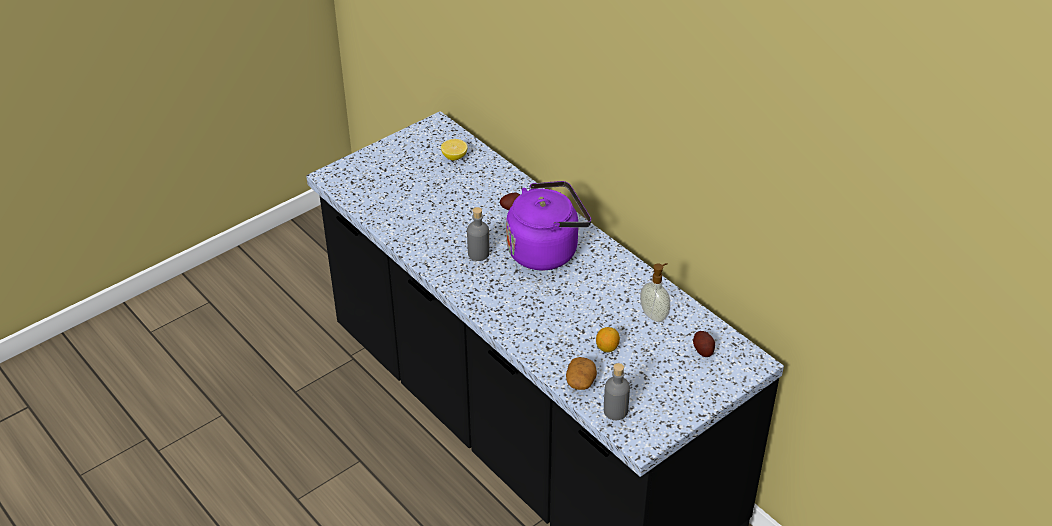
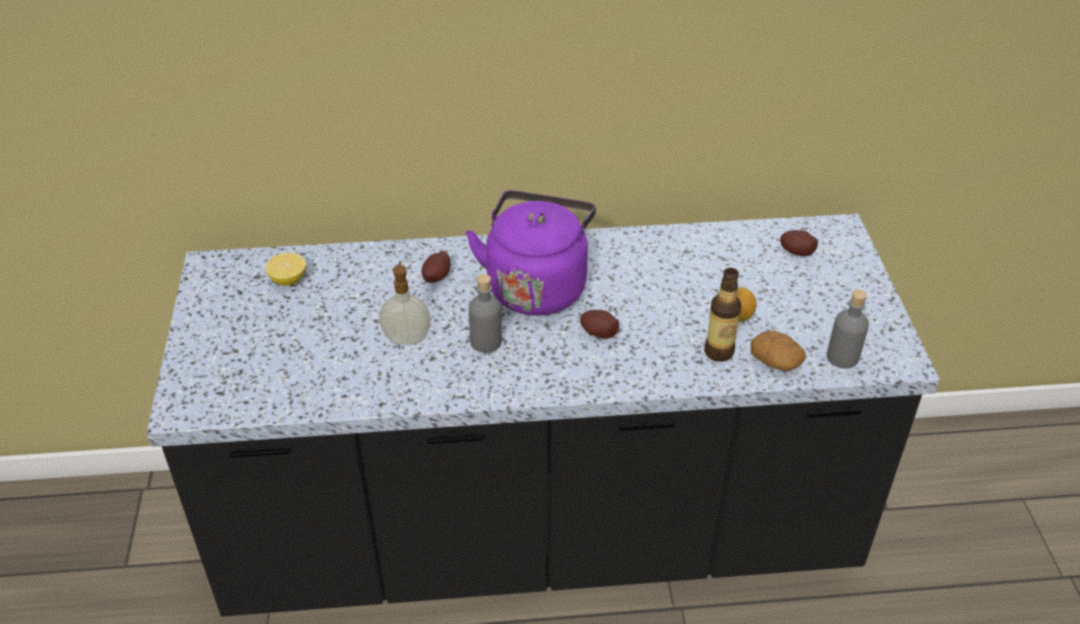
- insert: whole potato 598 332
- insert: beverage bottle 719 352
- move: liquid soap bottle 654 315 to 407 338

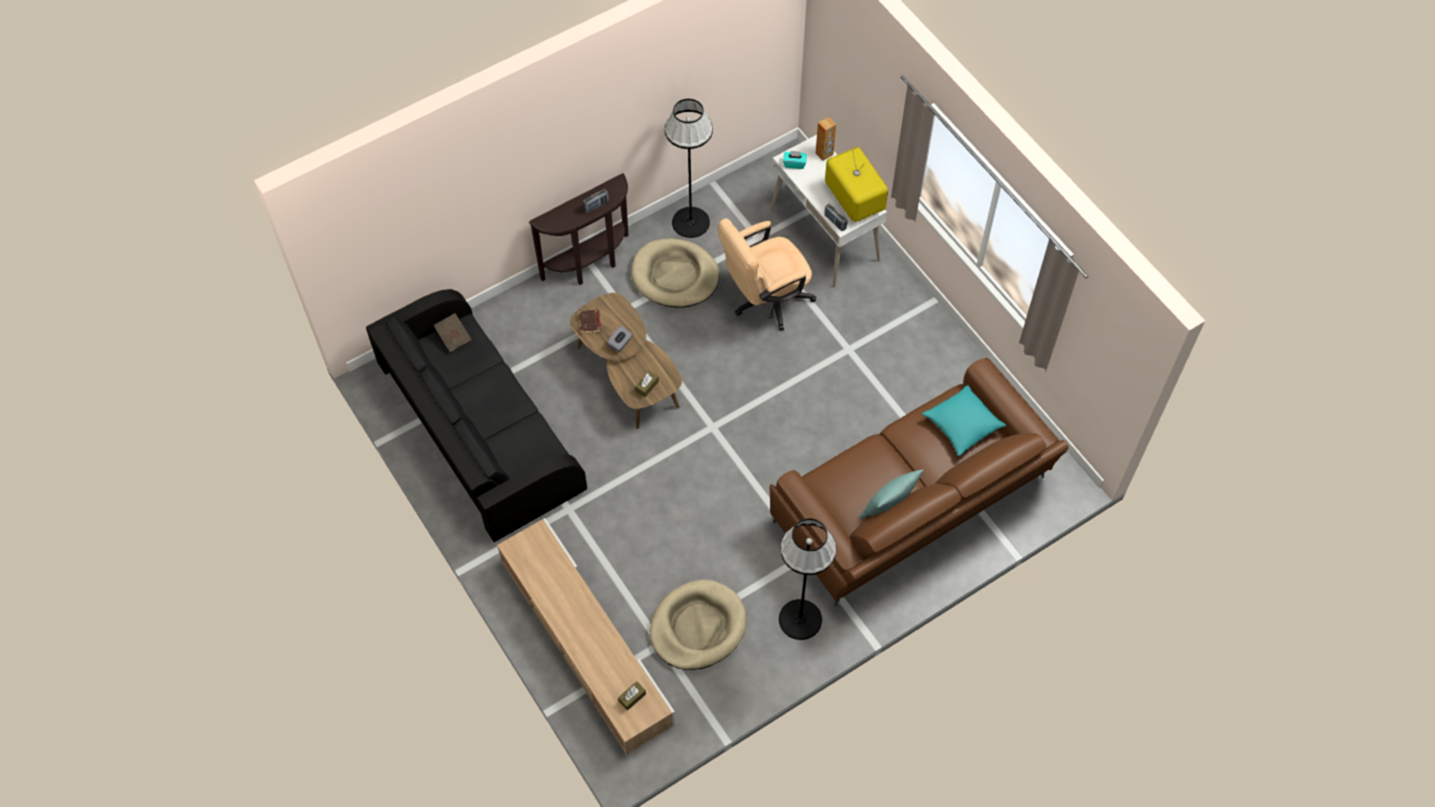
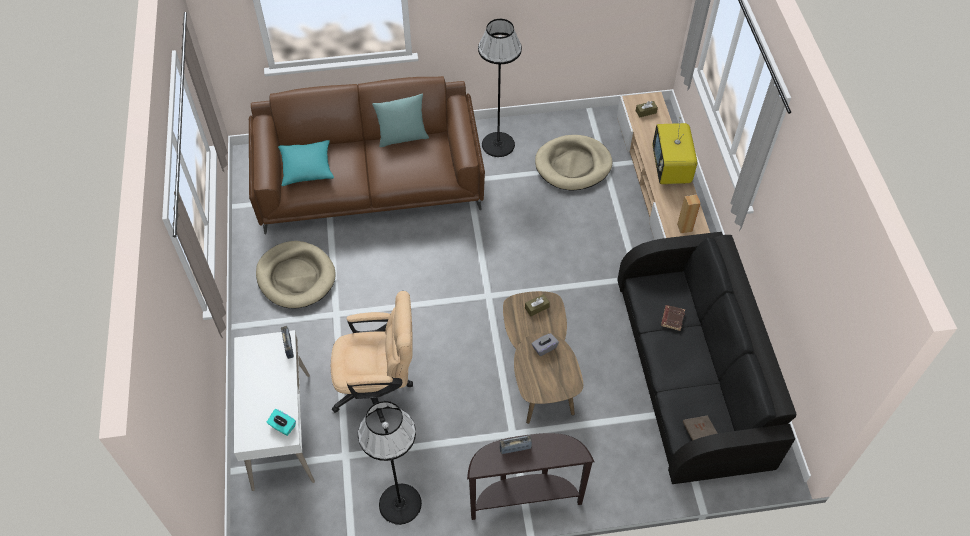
- move: bound book/brown-coloured 591 323 to 672 318
- move: dog bed/sand-coloured 675 276 to 296 277
- move: loudspeaker/brown-coloured 824 154 to 684 227
- move: TV 853 200 to 670 169

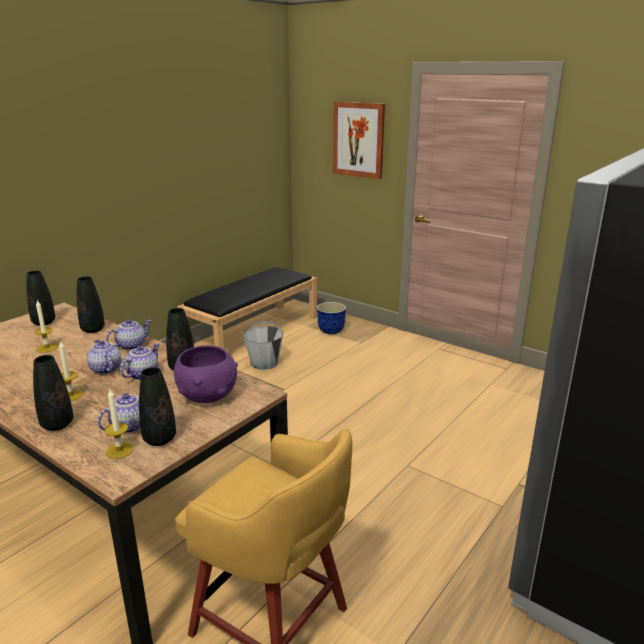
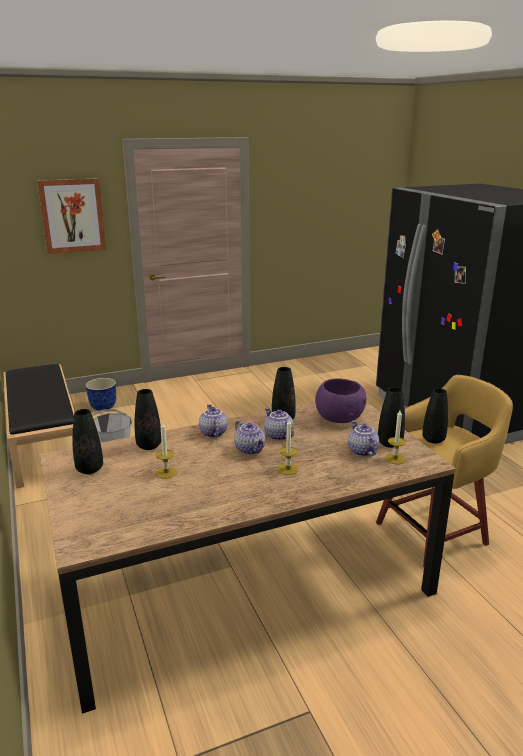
- move: flower vase/black 57 425 to 433 439
- rotate: pot for tea 105 369 = 250 449 120 degrees counterclockwise

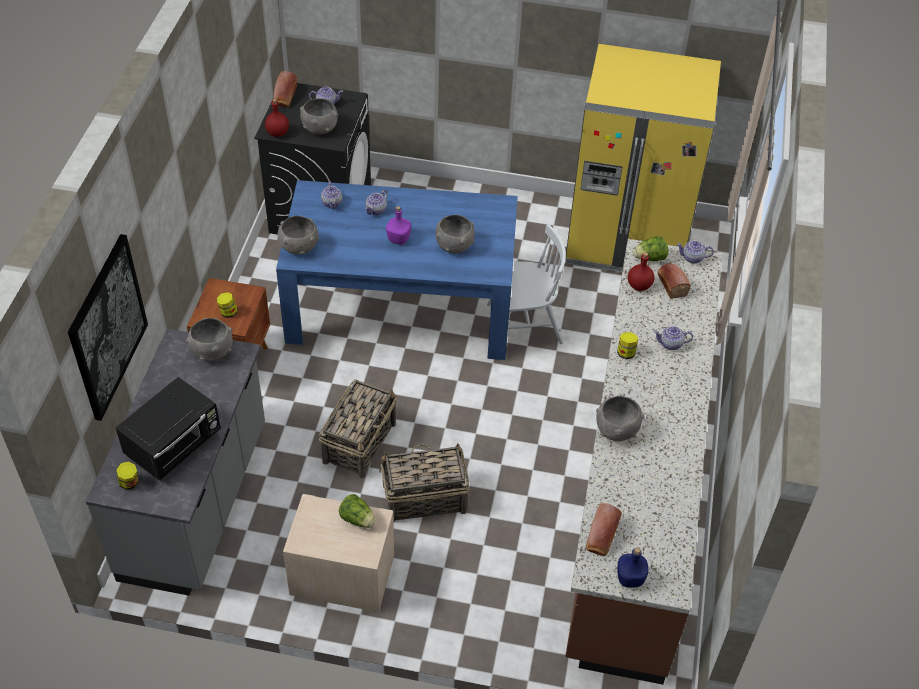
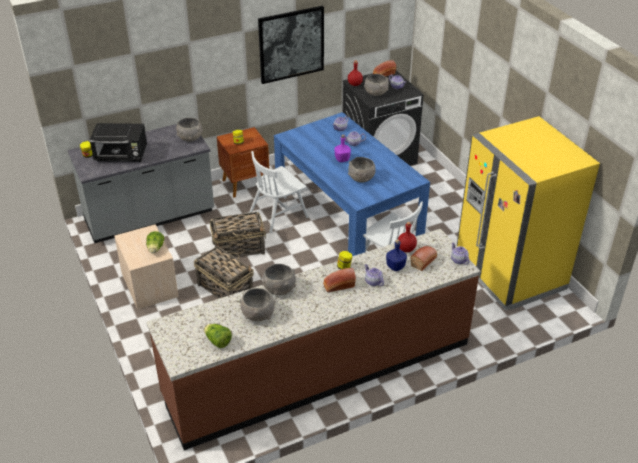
- insert: plain chair/white-coloured 278 215
- move: picture 107 327 to 291 44
- move: deep dish/grey 299 247 to 258 315
- move: bakery bread 601 537 to 338 285
- move: beverage bottle/blue 629 579 to 395 266
- move: lettuce 650 258 to 218 341

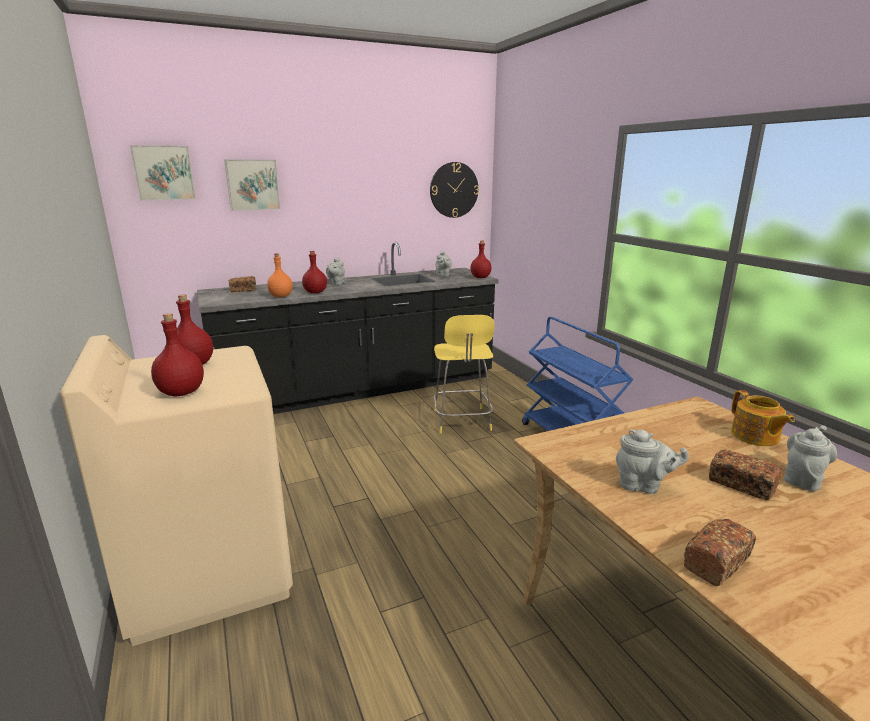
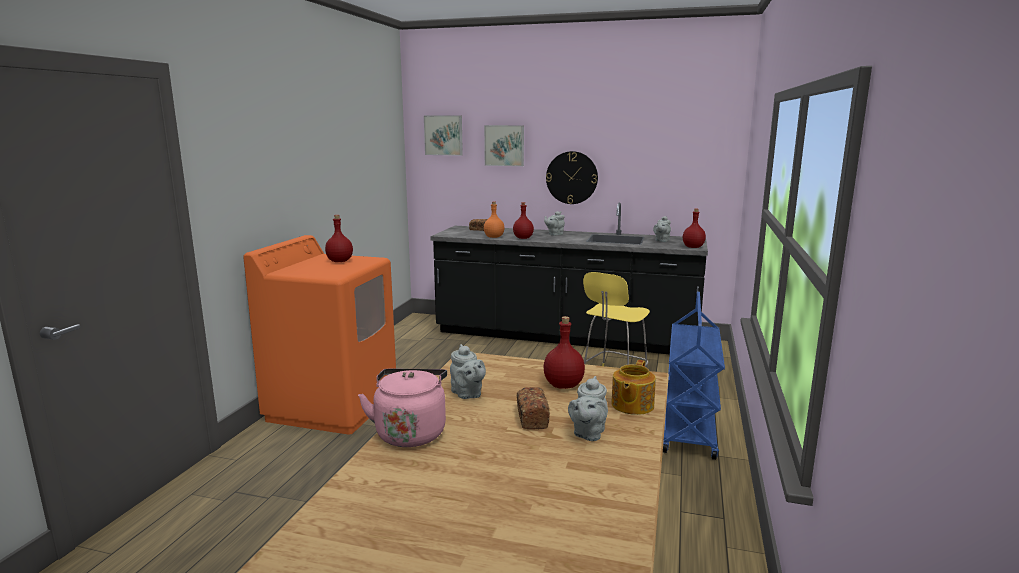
- move: beverage bottle/reddish 182 392 to 564 385
- move: clock on the wall 454 190 to 571 177
- replace: bakery bread 716 562 to kettle/pinkish 411 432
- recolor: laundry machine/sand-coloured 210 571 to laundry machine/orangey 333 406
- rotate: pot for tea/grey 803 479 = 588 433 120 degrees clockwise

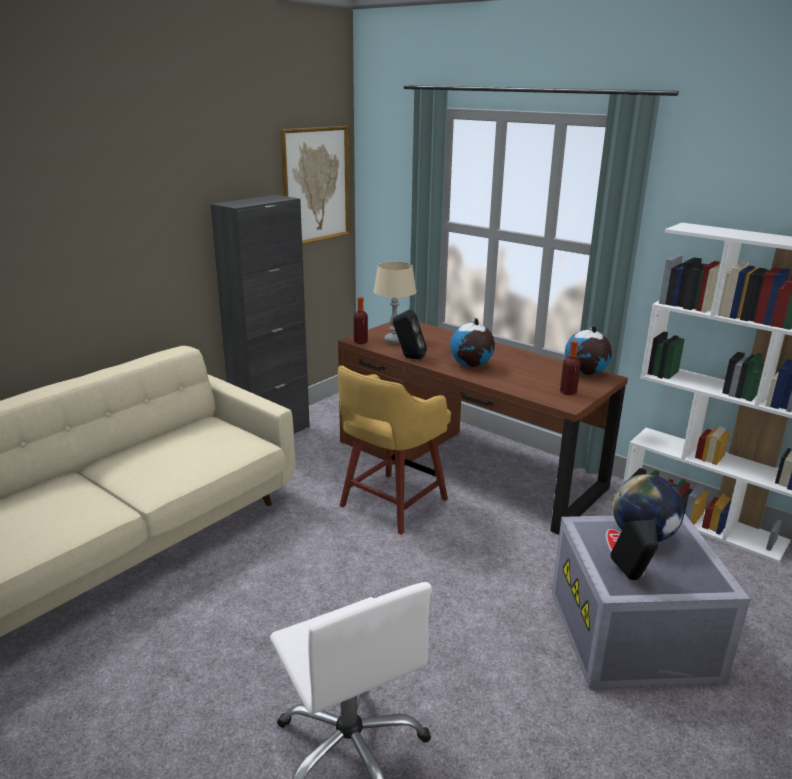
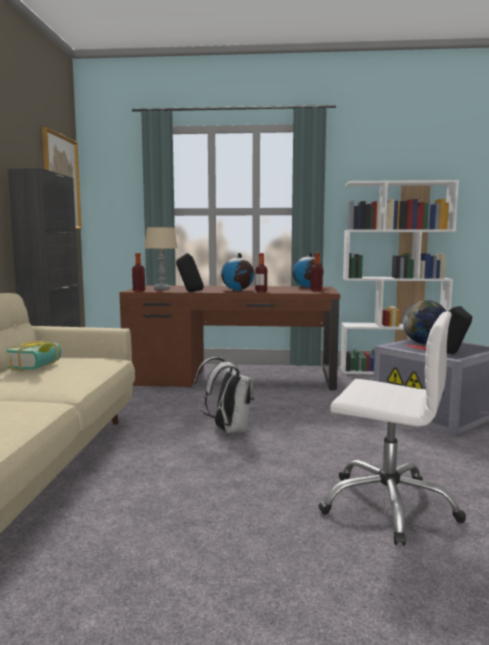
- delete: stool seat/yellowish 391 504
- insert: bound book 40 367
- insert: rucksack/white-coloured 227 430
- insert: beverage bottle 261 291

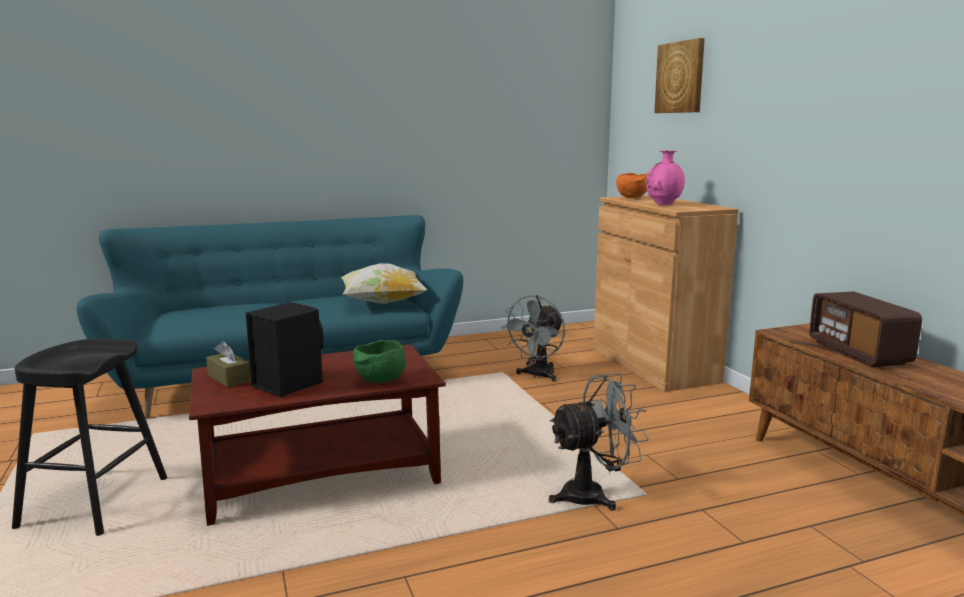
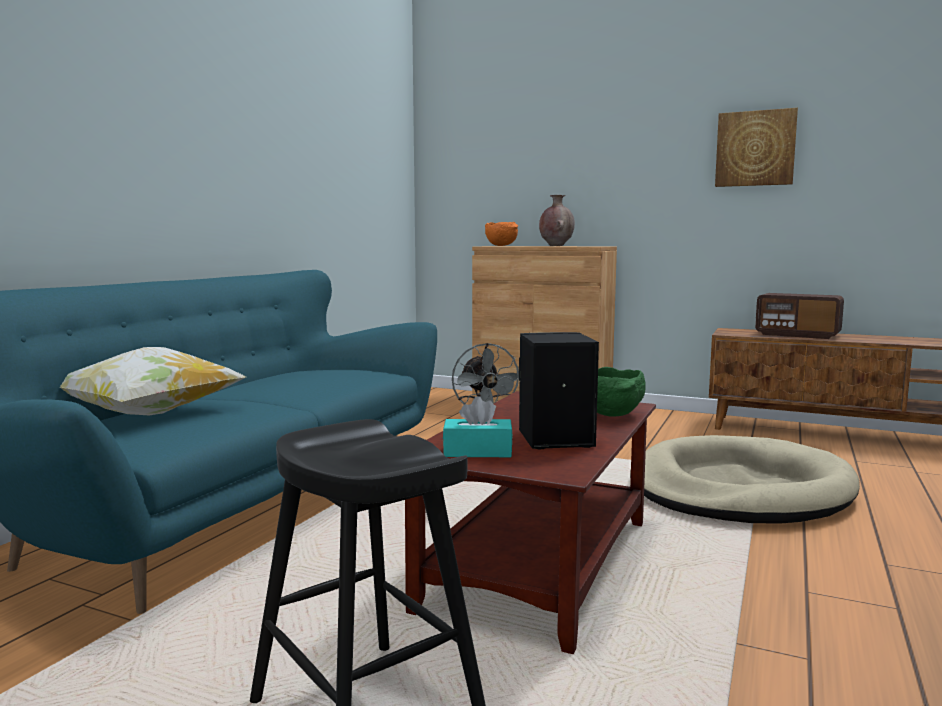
- move: throw pillow 382 303 to 150 414
- move: picture 680 77 to 755 148
- replace: fan/grey 593 495 to dog bed/sand-coloured 739 489
- recolor: tissue holder/brown-coloured 229 378 to tissue holder/blue-green 477 452
- recolor: flower vase/pinkish 663 204 to flower vase/brown-coloured 556 246

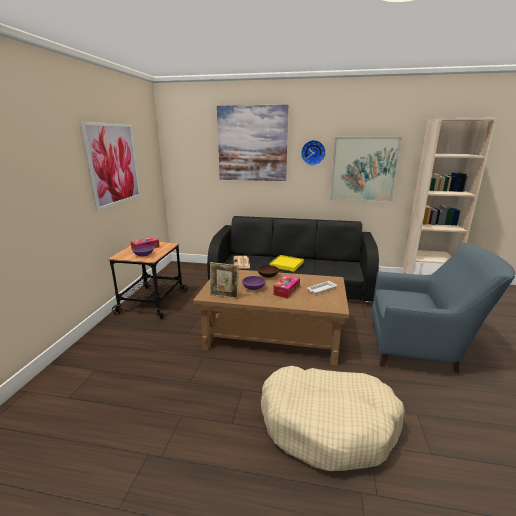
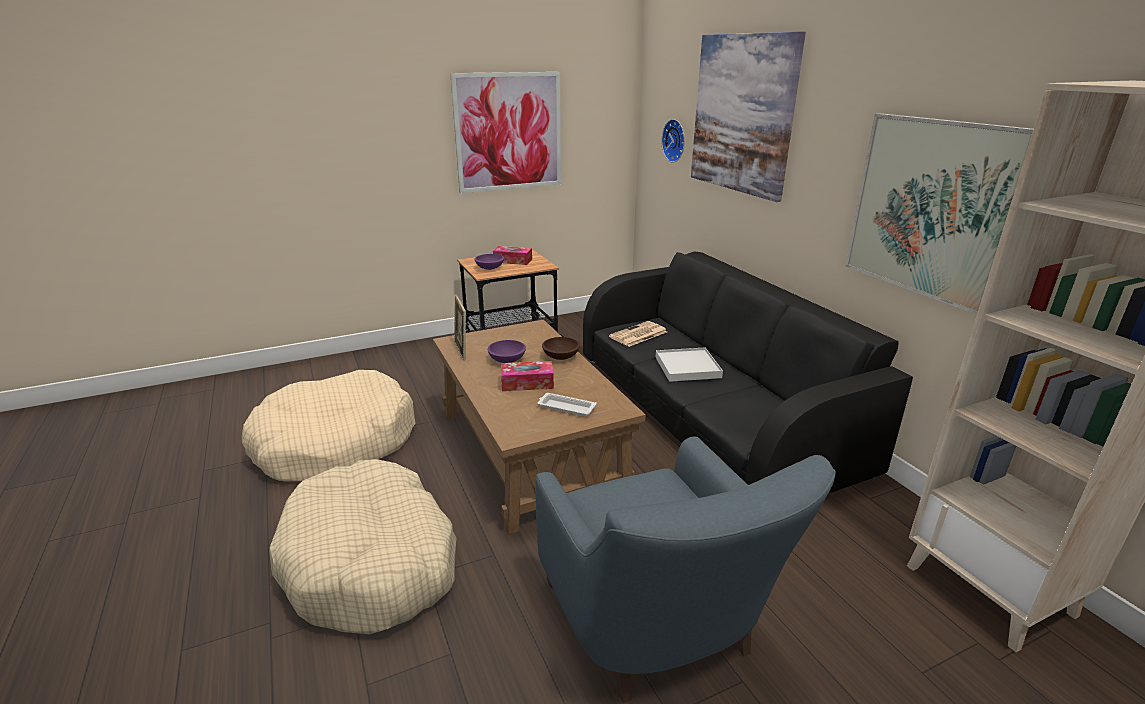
- insert: dog bed/sand-coloured 335 442
- move: clock on the wall 313 152 to 675 140
- recolor: tray/yellowish 286 264 to tray/white-coloured 687 367

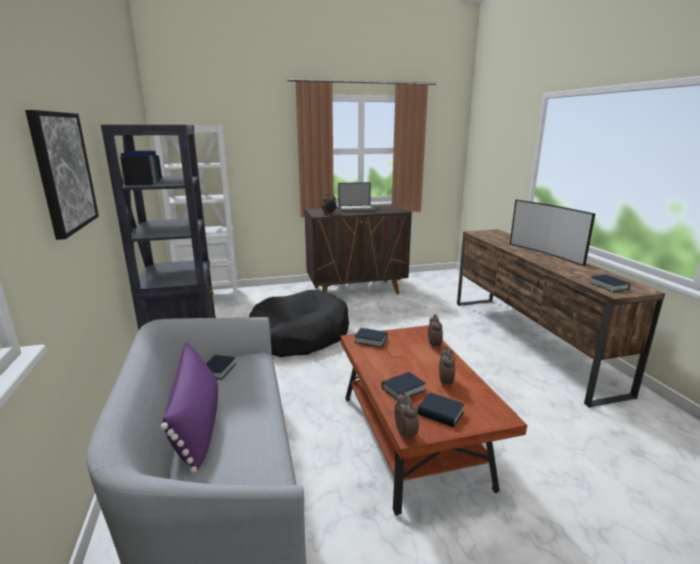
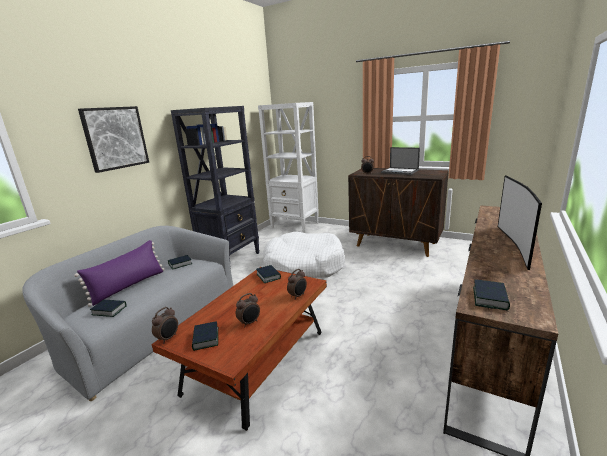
- move: bound book 403 390 to 109 310
- recolor: dog bed/black 299 336 to dog bed/white-coloured 304 265

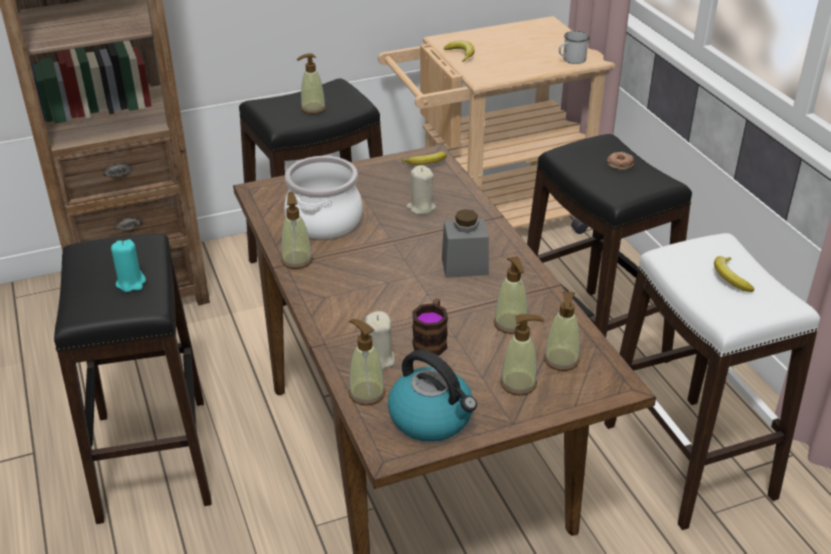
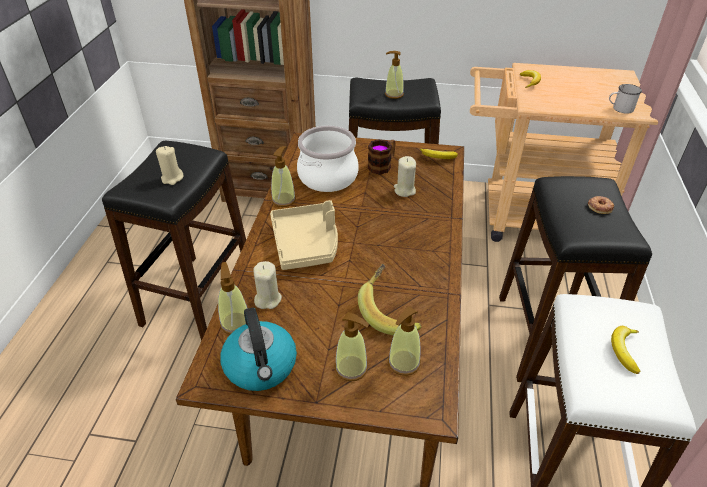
- delete: jar/grey 464 266
- insert: tray/sand-coloured 306 244
- move: mug 431 340 to 382 165
- replace: liquid soap bottle 510 324 to banana fruit 390 312
- recolor: candle/blue-green 131 283 to candle/sand-coloured 172 178

